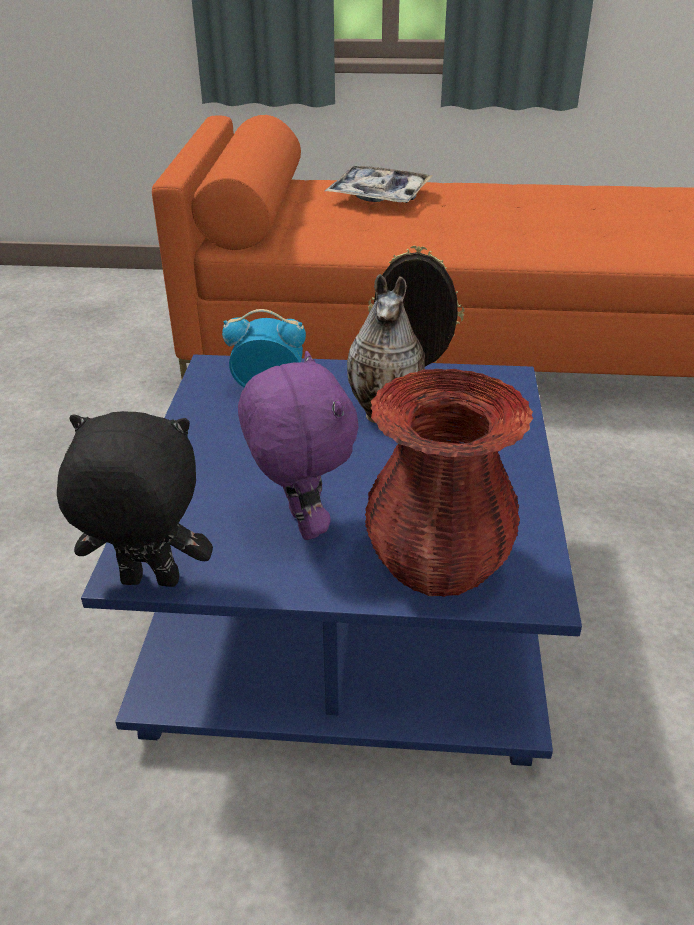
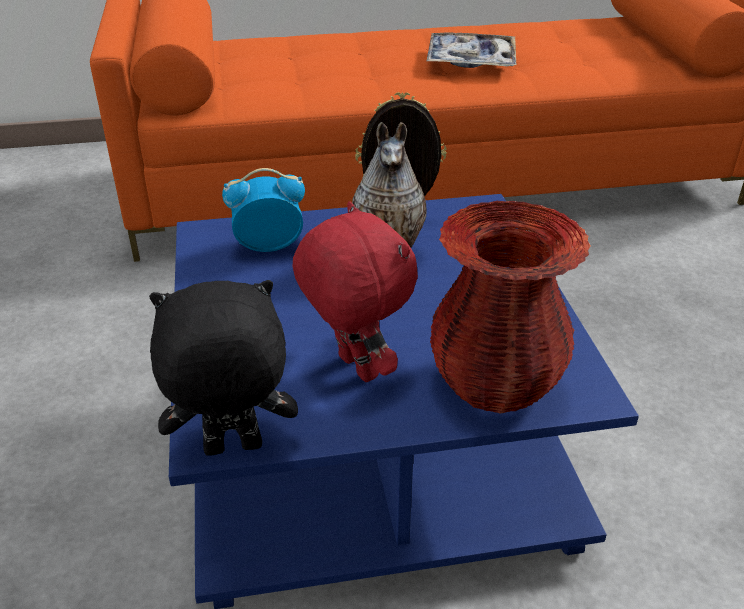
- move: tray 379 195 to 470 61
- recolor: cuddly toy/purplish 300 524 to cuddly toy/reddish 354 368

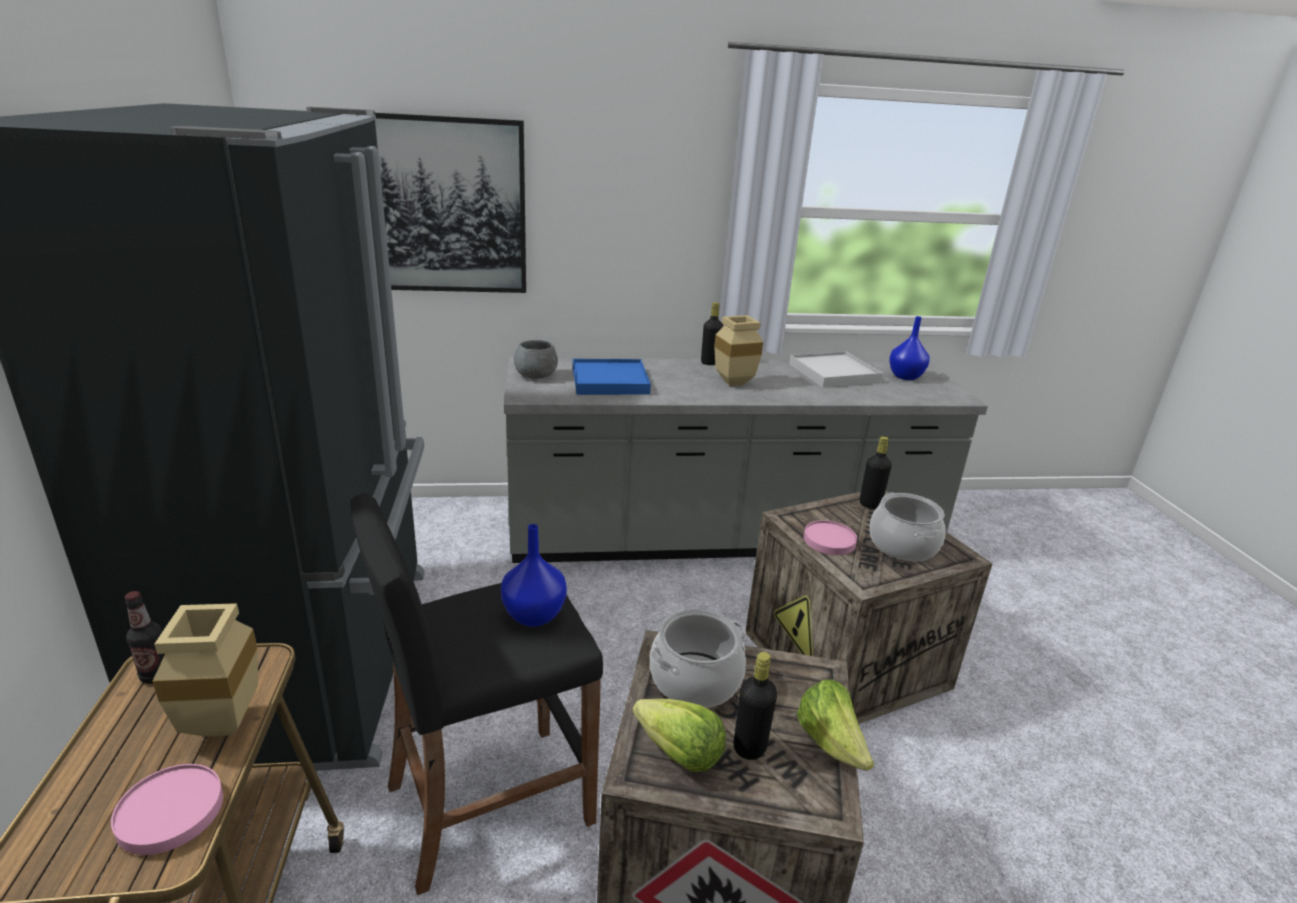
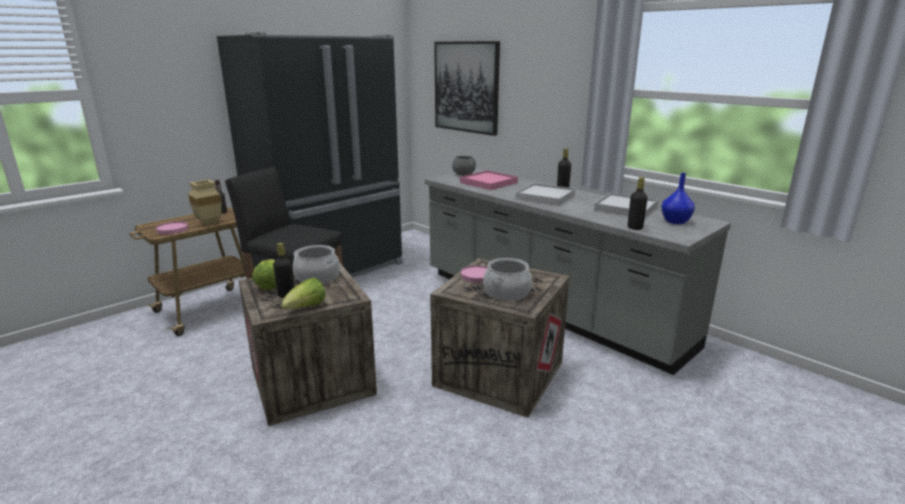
- delete: flower vase/blue 532 615
- move: beverage bottle/black 870 504 to 635 228
- replace: flower vase/sand-coloured 732 384 to tray/white-coloured 545 197
- recolor: tray/blue 610 381 to tray/pinkish 488 183

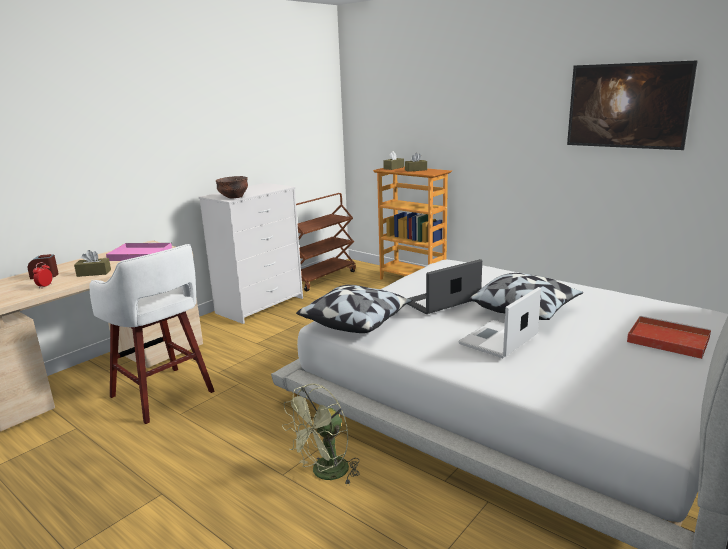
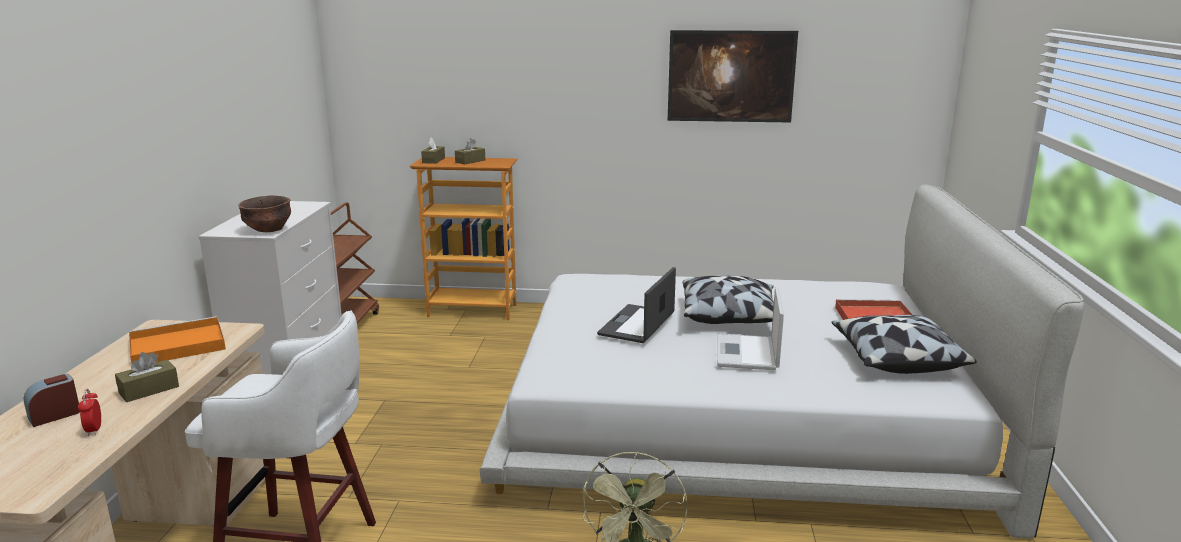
- move: throw pillow 356 321 to 896 359
- recolor: tray/pinkish 139 254 to tray/orangey 175 346

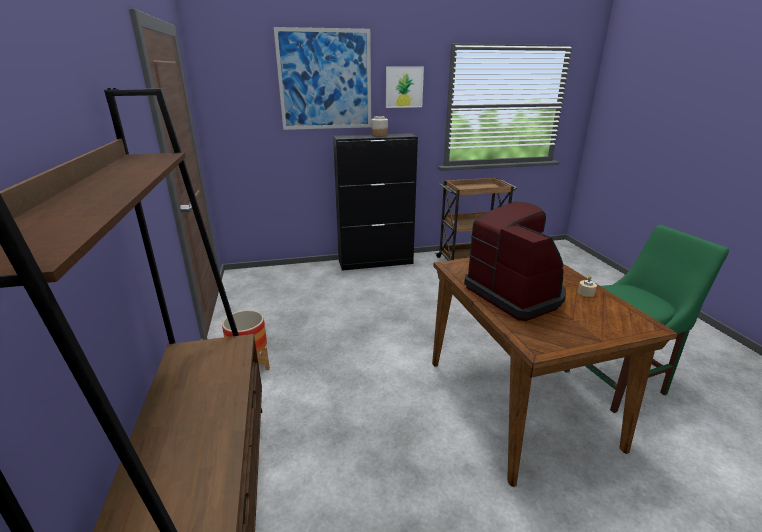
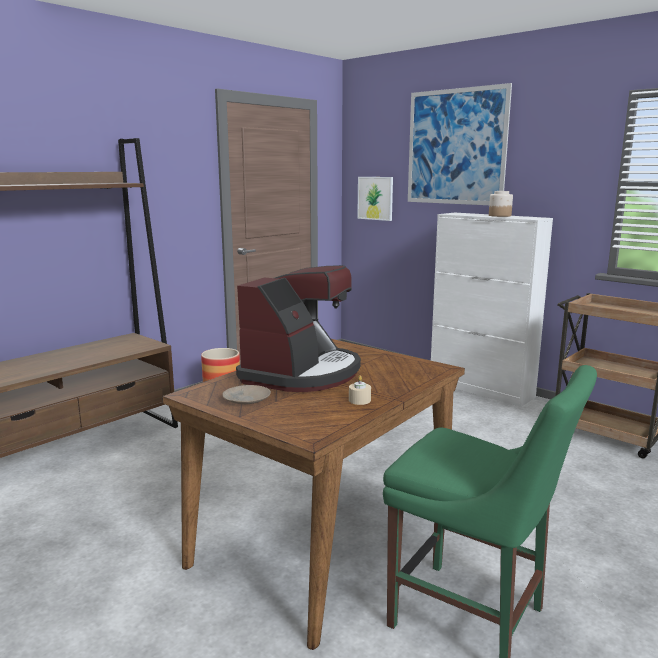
- insert: plate/sand-coloured 246 400
- move: picture 404 87 to 375 198
- recolor: cupboard/black 376 262 to cupboard/white-coloured 481 389

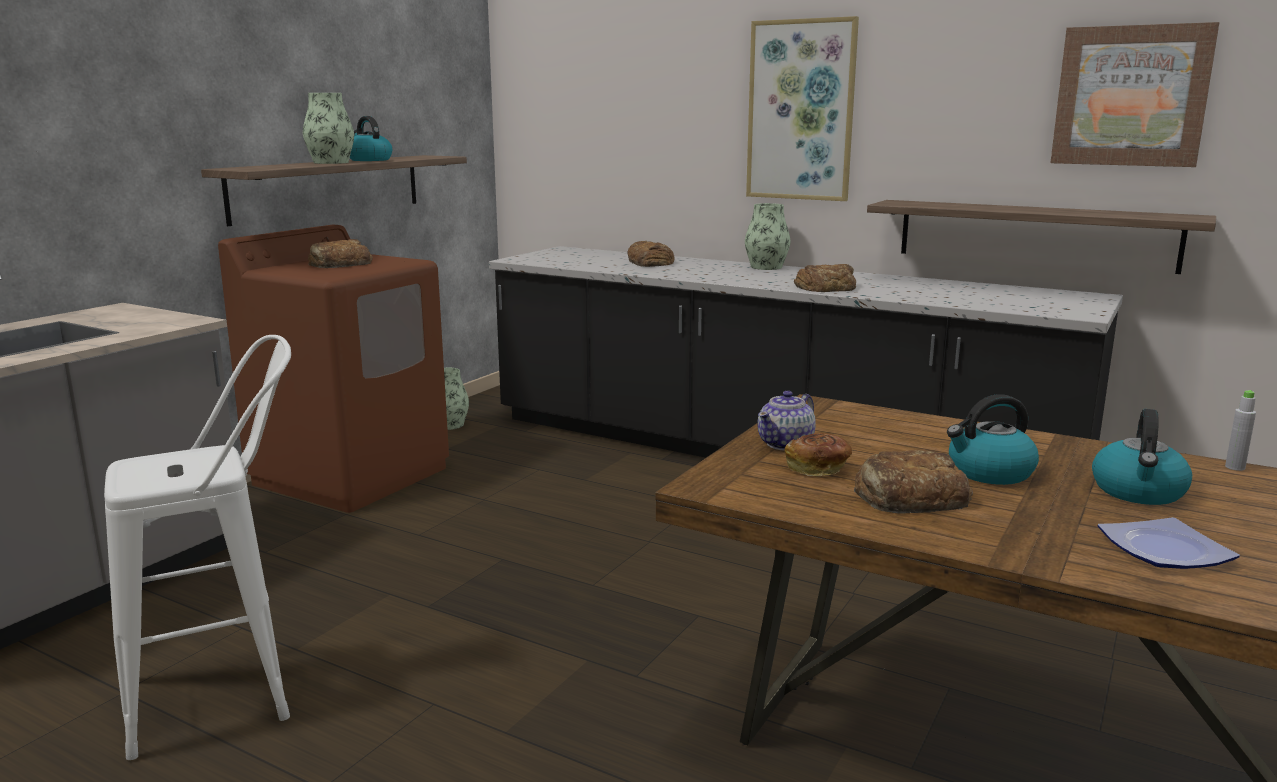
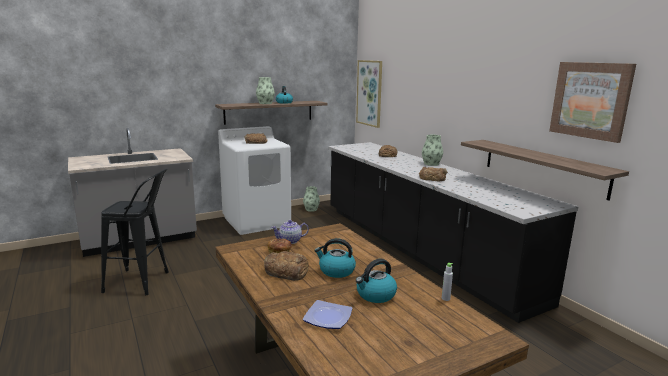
- move: picture 801 111 to 369 93
- recolor: stool seat/white-coloured 230 693 to stool seat/black 143 283
- recolor: laundry machine/brown-coloured 352 475 to laundry machine/white-coloured 257 221

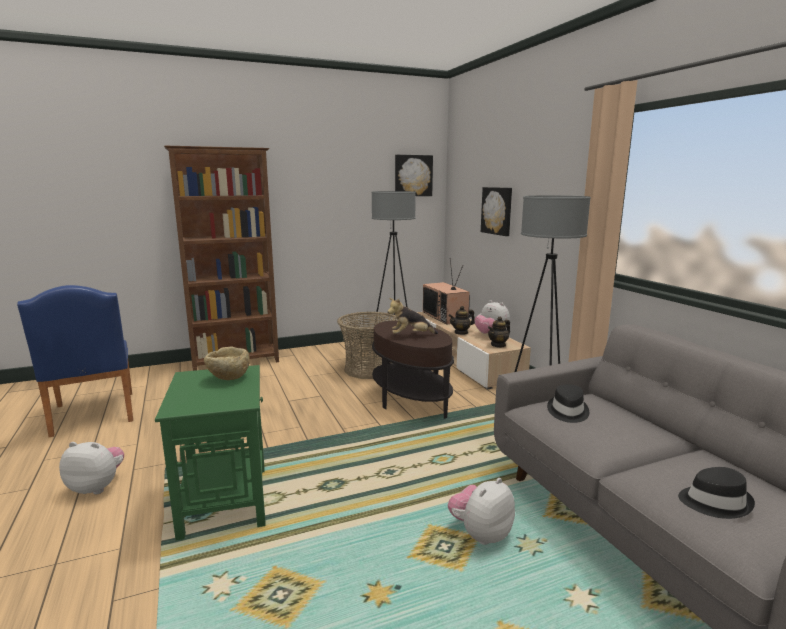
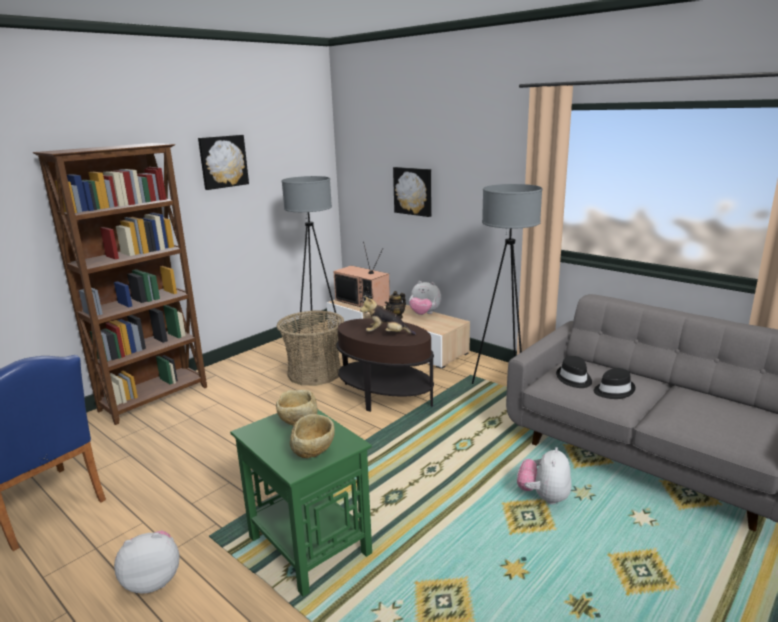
- delete: pot for tea 498 345
- insert: deep dish/sand-coloured 313 453
- move: picture 413 175 to 223 161
- move: clothing hat/black 714 502 to 613 390
- rotate: cuddly toy 411 336 = 387 334 45 degrees clockwise

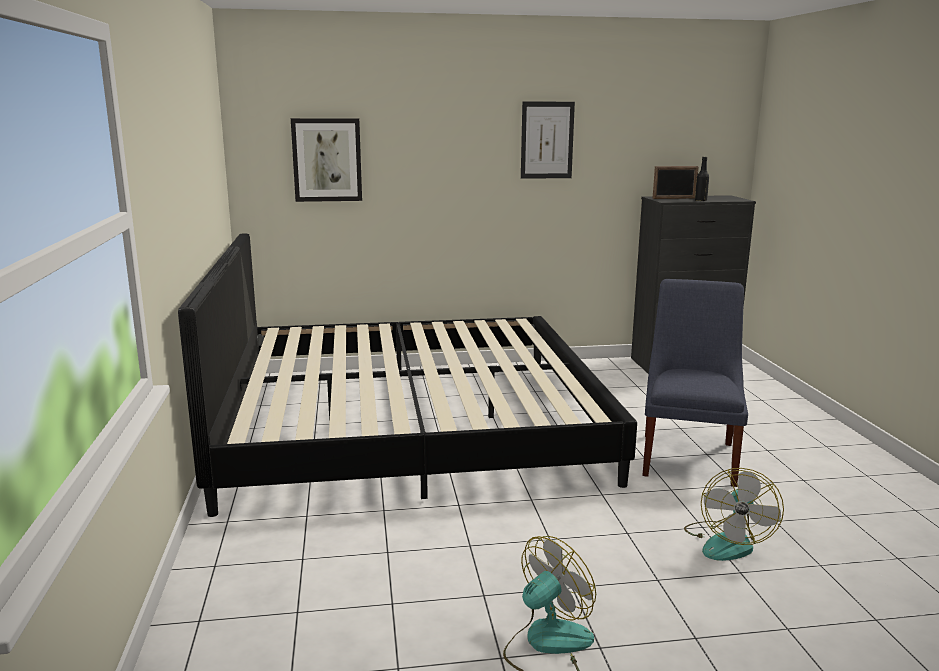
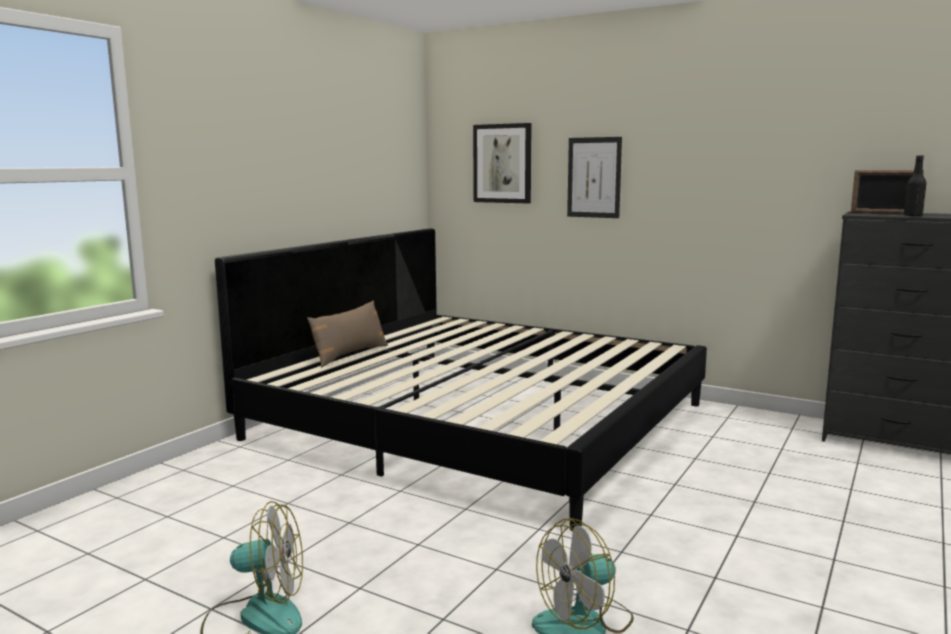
- delete: plain chair/blue 689 456
- insert: throw pillow/brown-coloured 349 354
- move: picture 547 140 to 594 177

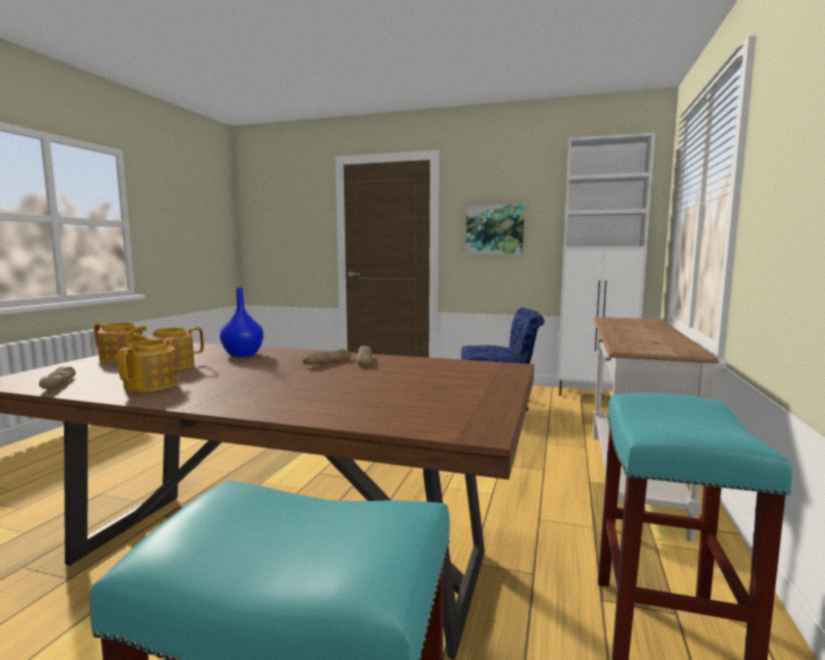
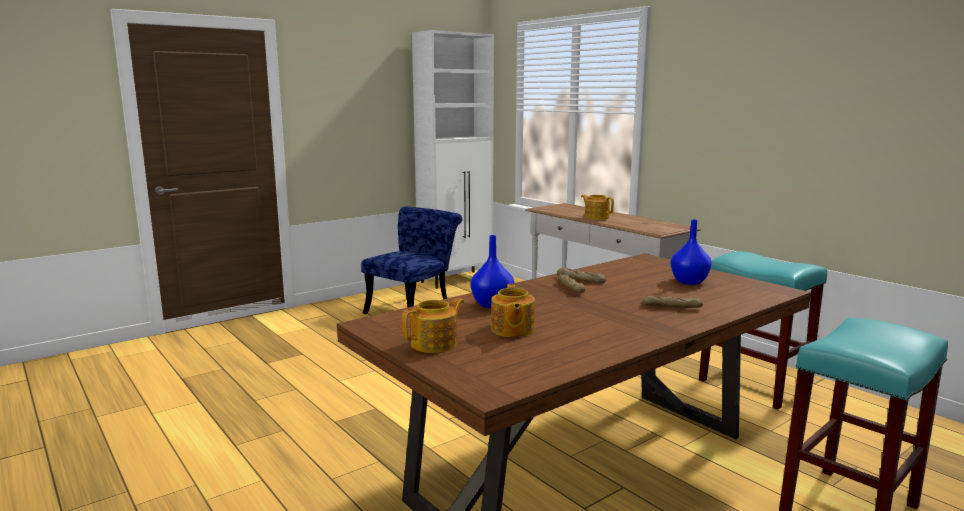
- delete: picture 495 230
- insert: flower vase/blue 688 282
- move: bakery bread 59 384 to 671 307
- move: pot for tea 153 385 to 596 217

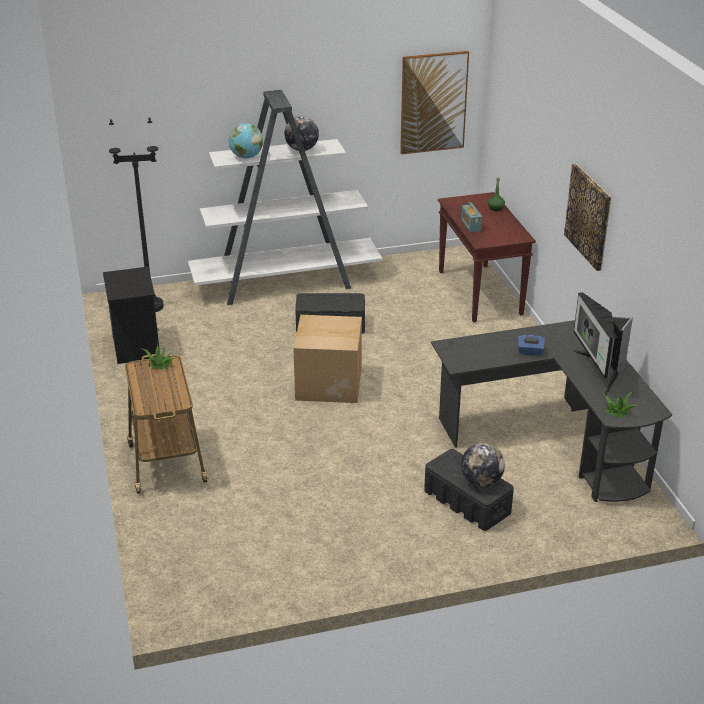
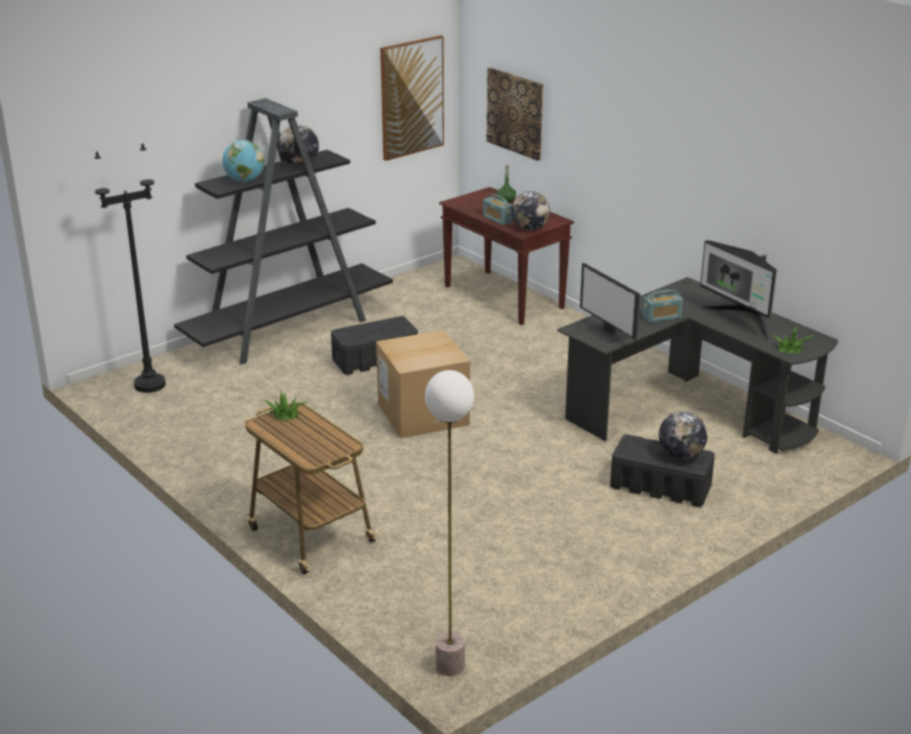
- delete: night table/black 135 347
- insert: floor lamp 449 666
- insert: desk globe 530 228
- insert: computer display 608 333
- move: picture 588 216 to 515 113
- replace: tissue holder/blue 530 352 to radio set 661 317
- recolor: bookshelf/white-coloured 286 283 to bookshelf/black 289 329

